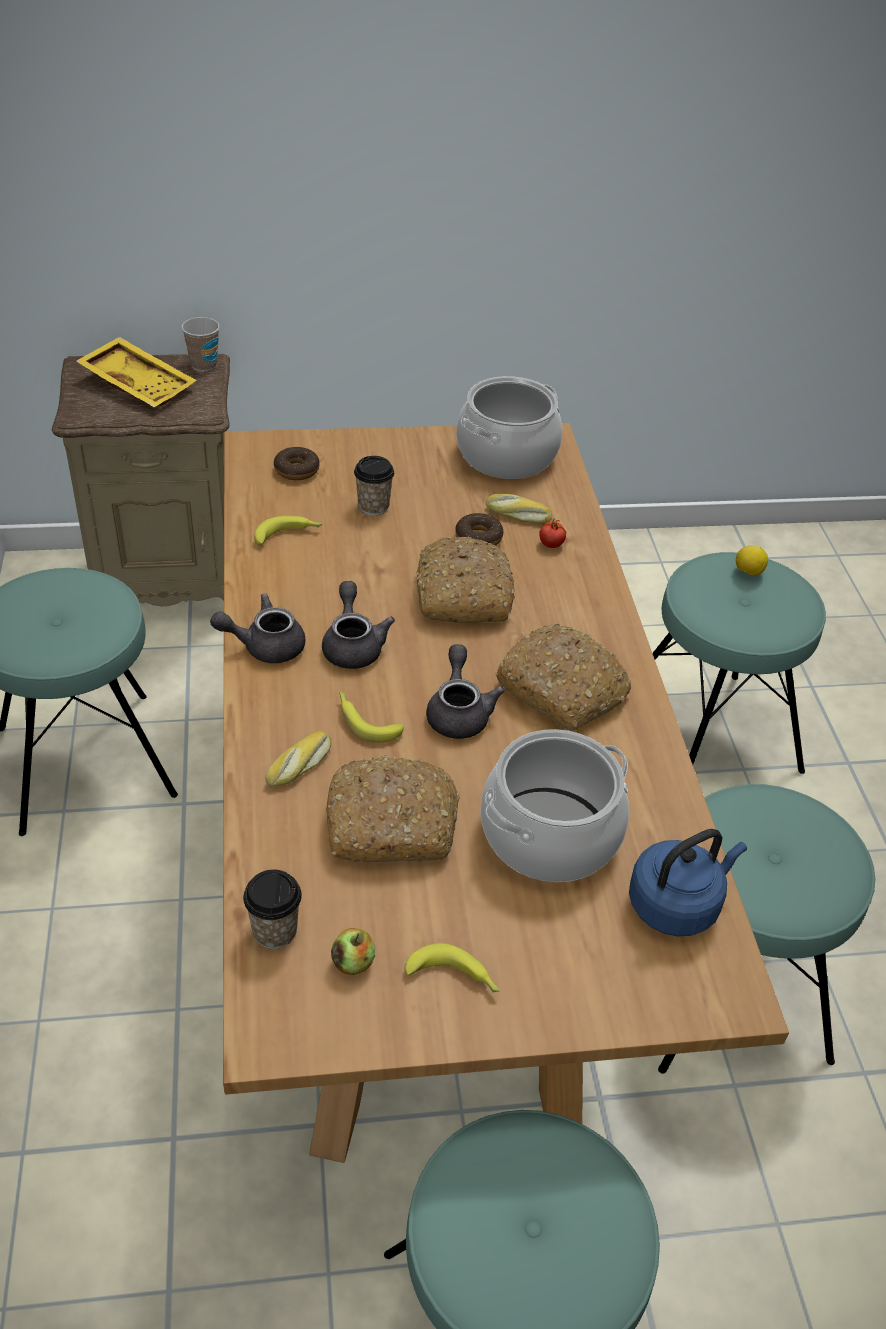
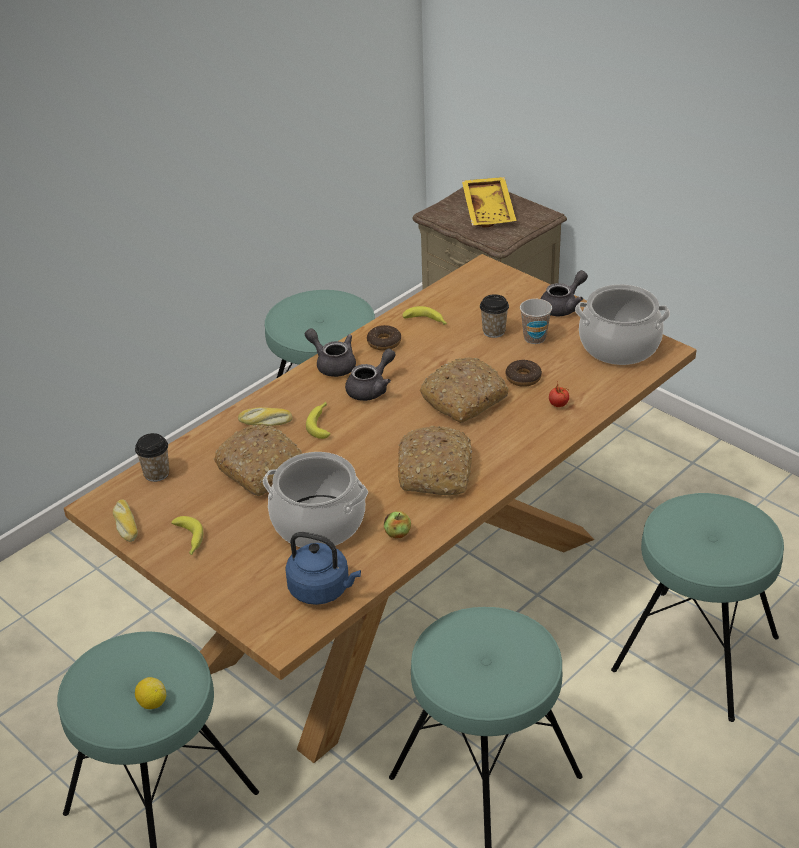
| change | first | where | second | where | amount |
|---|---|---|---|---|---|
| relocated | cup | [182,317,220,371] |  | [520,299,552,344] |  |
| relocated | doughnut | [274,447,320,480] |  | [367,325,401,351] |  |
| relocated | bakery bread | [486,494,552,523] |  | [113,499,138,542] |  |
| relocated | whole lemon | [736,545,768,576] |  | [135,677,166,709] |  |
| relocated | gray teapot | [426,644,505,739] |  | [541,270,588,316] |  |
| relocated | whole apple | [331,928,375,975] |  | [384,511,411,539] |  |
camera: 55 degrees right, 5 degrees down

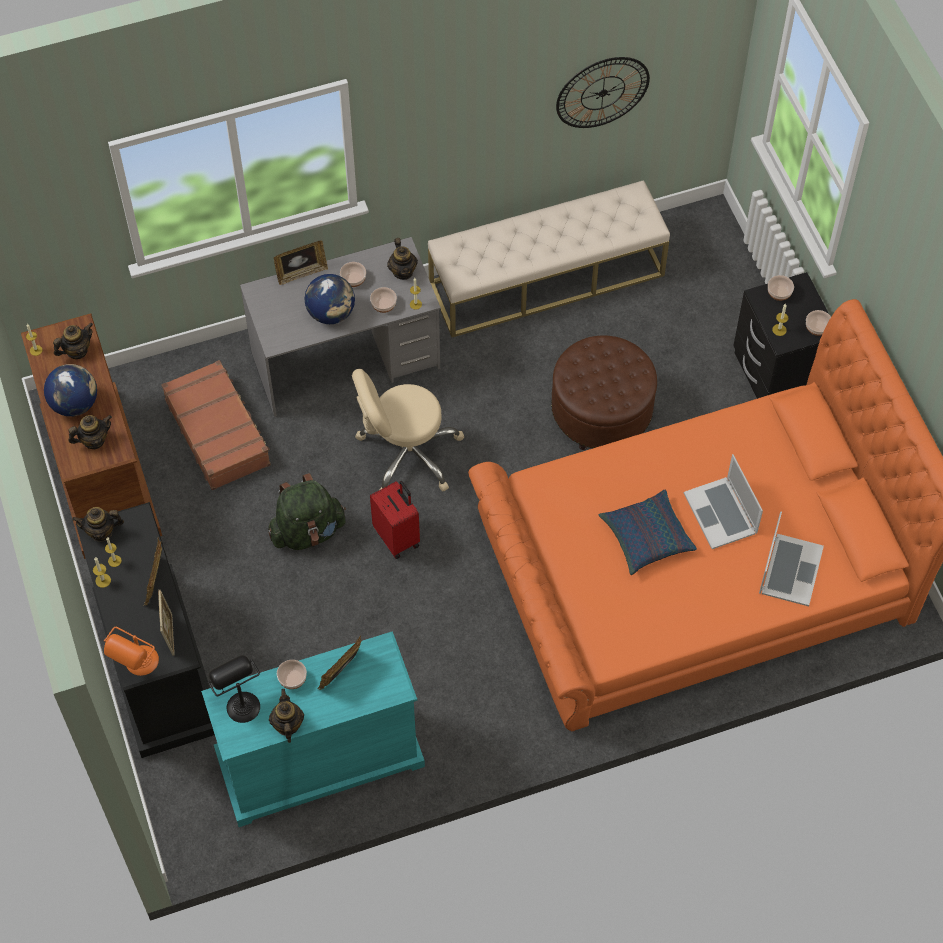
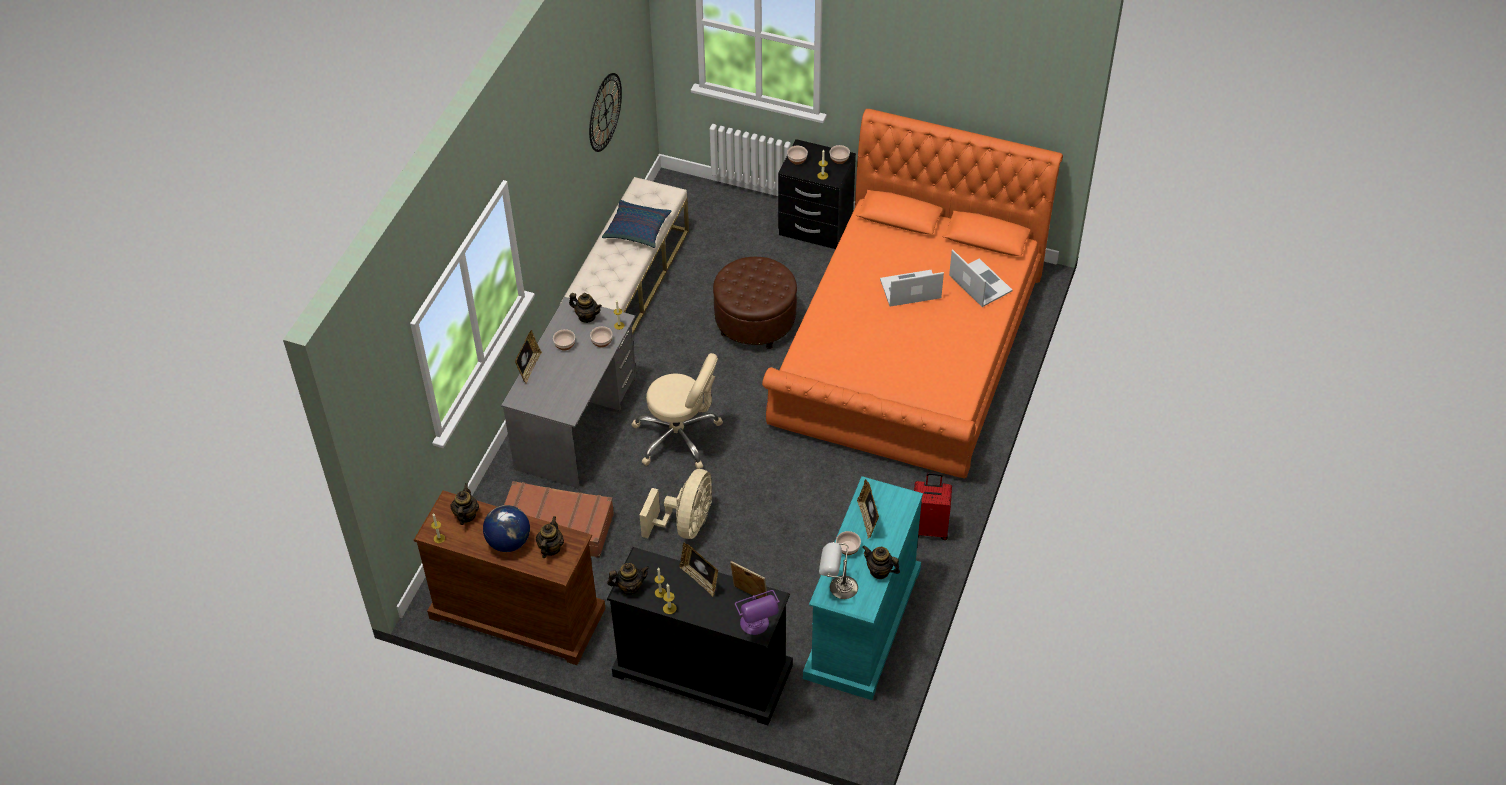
| change | first | where | second | where | amount |
|---|---|---|---|---|---|
| missing | desk globe | [305,274,355,324] |  |  |  |
| spun | beige-coloured desk chair | [352,369,464,491] |  | [631,353,723,469] | 90 degrees counterclockwise |
| spun | laptop | [684,454,763,549] |  | [880,270,944,307] | 150 degrees clockwise |
| exchanged | green rucksack | [268,473,346,550] | beige-coloured cooling fan | [640,469,712,539] |  |
| relocated | red-coloured travel case | [370,481,420,559] |  | [914,472,952,540] |  |
| relocated | bluish cushion | [599,490,697,575] |  | [602,200,671,248] |  |
| spun | teapot | [72,507,124,542] |  | [607,563,649,595] | 135 degrees counterclockwise |
| colour | orange-coloured table lamp | [104,627,159,676] | purplish table lamp | [735,590,780,635] |  |
| colour | black table lamp | [207,655,260,723] | white-coloured table lamp | [819,542,858,599] |  |
camera: 50 degrees left, 10 degrees down

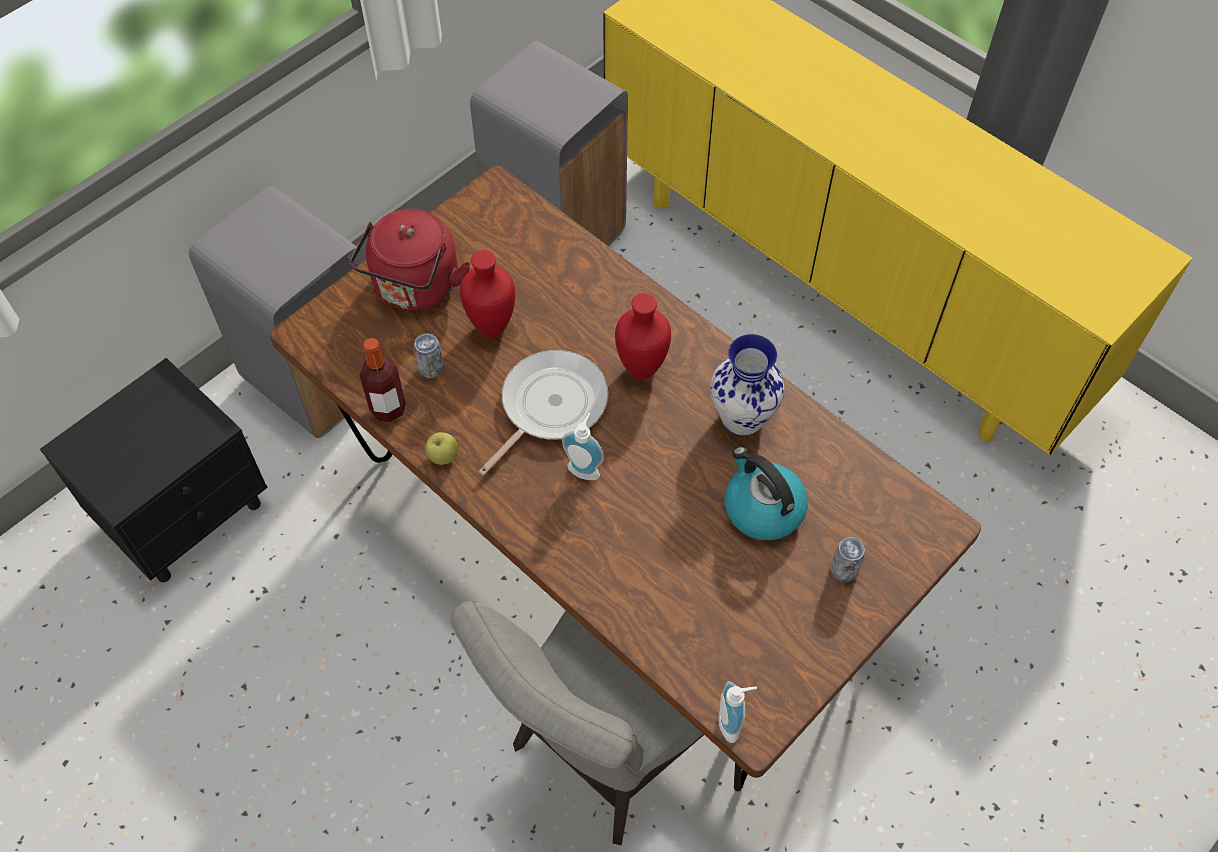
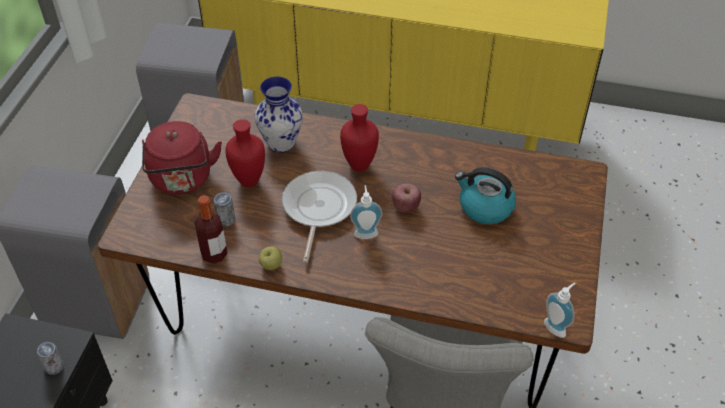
| change | first | where | second | where | amount |
|---|---|---|---|---|---|
| relocated | flower vase | [710,334,785,436] |  | [254,77,303,153] |  |
| relocated | can | [830,537,865,582] |  | [37,342,64,375] |  |
| appeared |  |  | whole apple | [392,183,421,213] |  |
camera: 30 degrees left, 10 degrees down

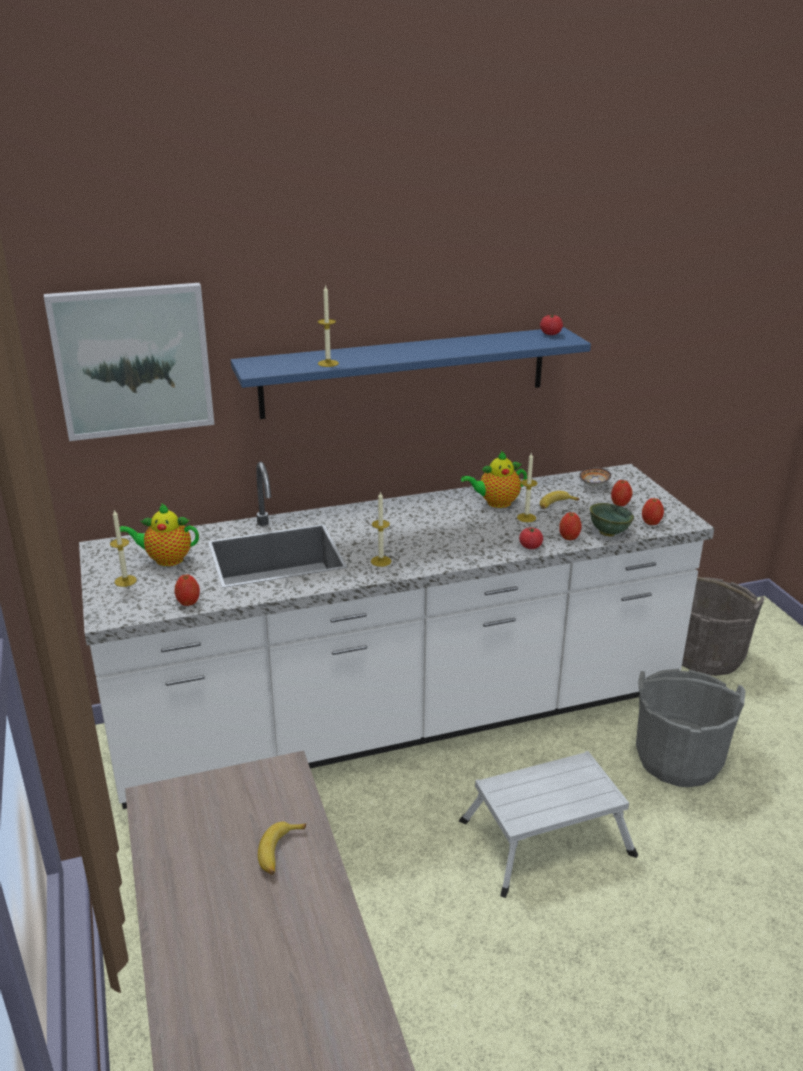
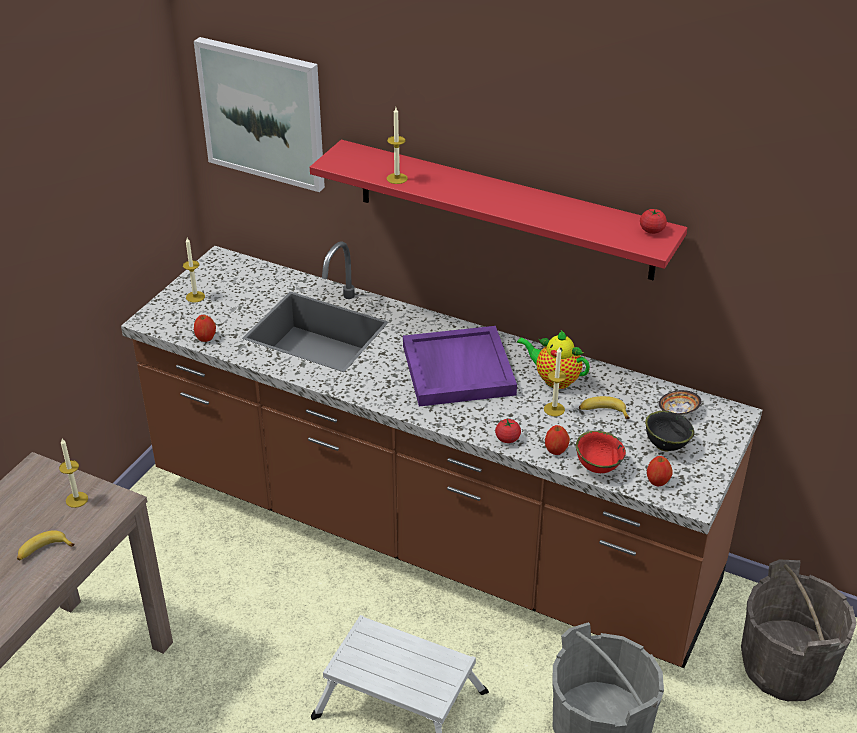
| change | first | where | second | where | amount |
|---|---|---|---|---|---|
| colour | bluish shelf | [231,327,591,419] | red-coloured shelf | [310,140,687,280] |  |
| colour | white-coloured kitchen counter | [79,462,714,809] | brown-coloured kitchen counter | [121,241,762,668] |  |
| exchanged | whole apple | [611,480,633,506] | black bowl | [645,411,694,452] |  |
| relocated | wax candle | [371,491,391,567] |  | [59,439,88,508] |  |
| missing | teapot | [120,503,199,566] |  |  |  |
| colour | green bowl | [590,503,634,537] | red-coloured bowl | [576,431,626,473] |  |
| appeared |  |  | purplish carrying tray | [403,326,517,407] |  |
camera: 45 degrees right, 10 degrees up

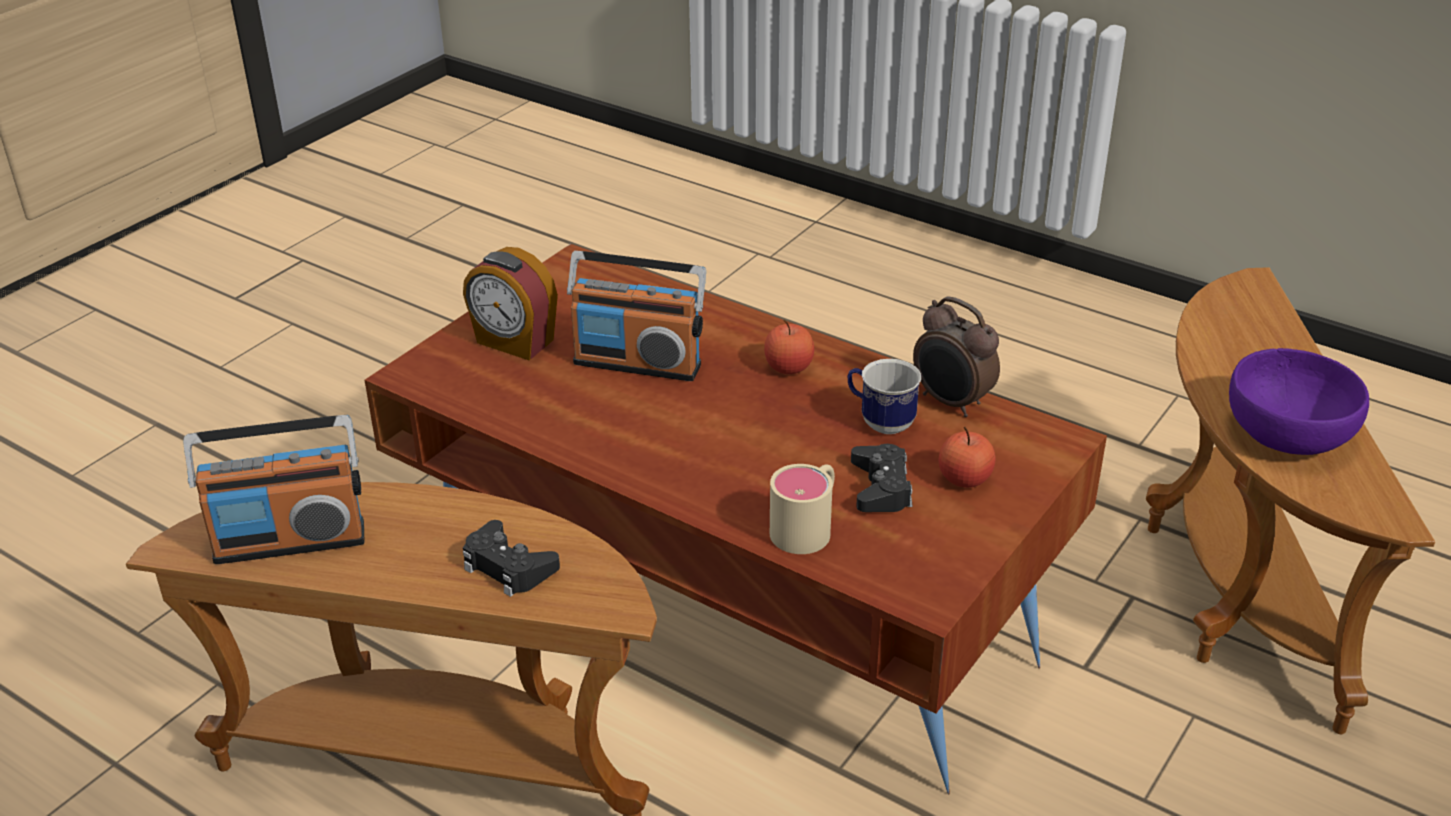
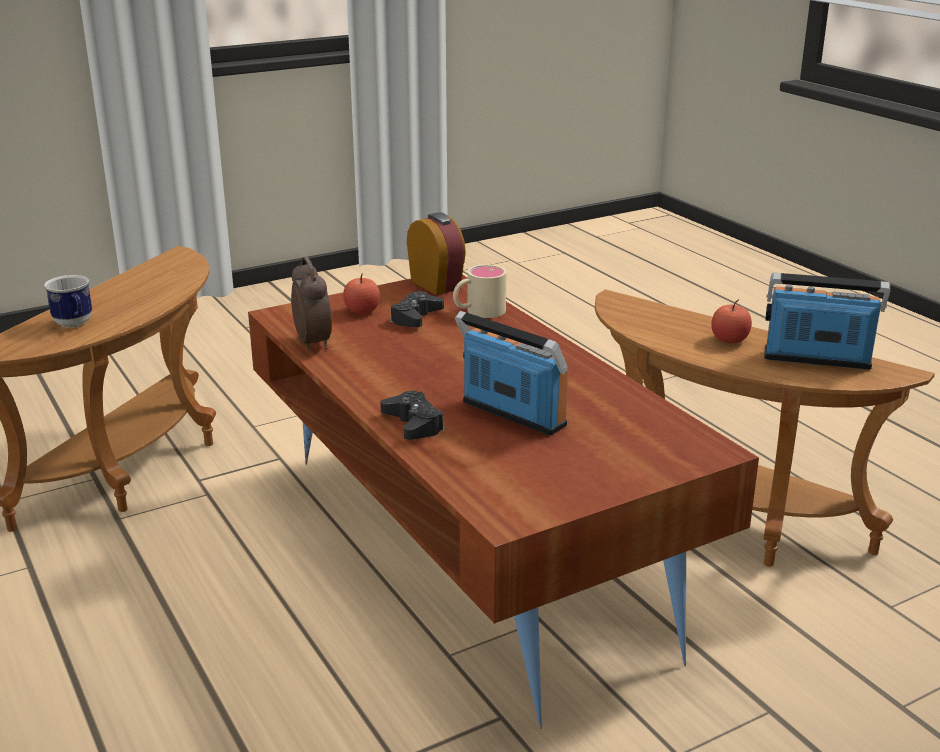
| change | first | where | second | where | amount |
|---|---|---|---|---|---|
| relocated | bedside clock | [463,247,558,360] |  | [407,212,466,295] |  |
| relocated | whole apple | [764,320,814,374] |  | [711,299,752,343] |  |
| missing | purplish bowl | [1229,348,1369,455] |  |  |  |
| relocated | mug | [847,359,921,434] |  | [44,275,92,328] |  |
| relocated | black game controller | [463,520,560,597] |  | [380,391,445,440] |  |
camera: 155 degrees left, 10 degrees down

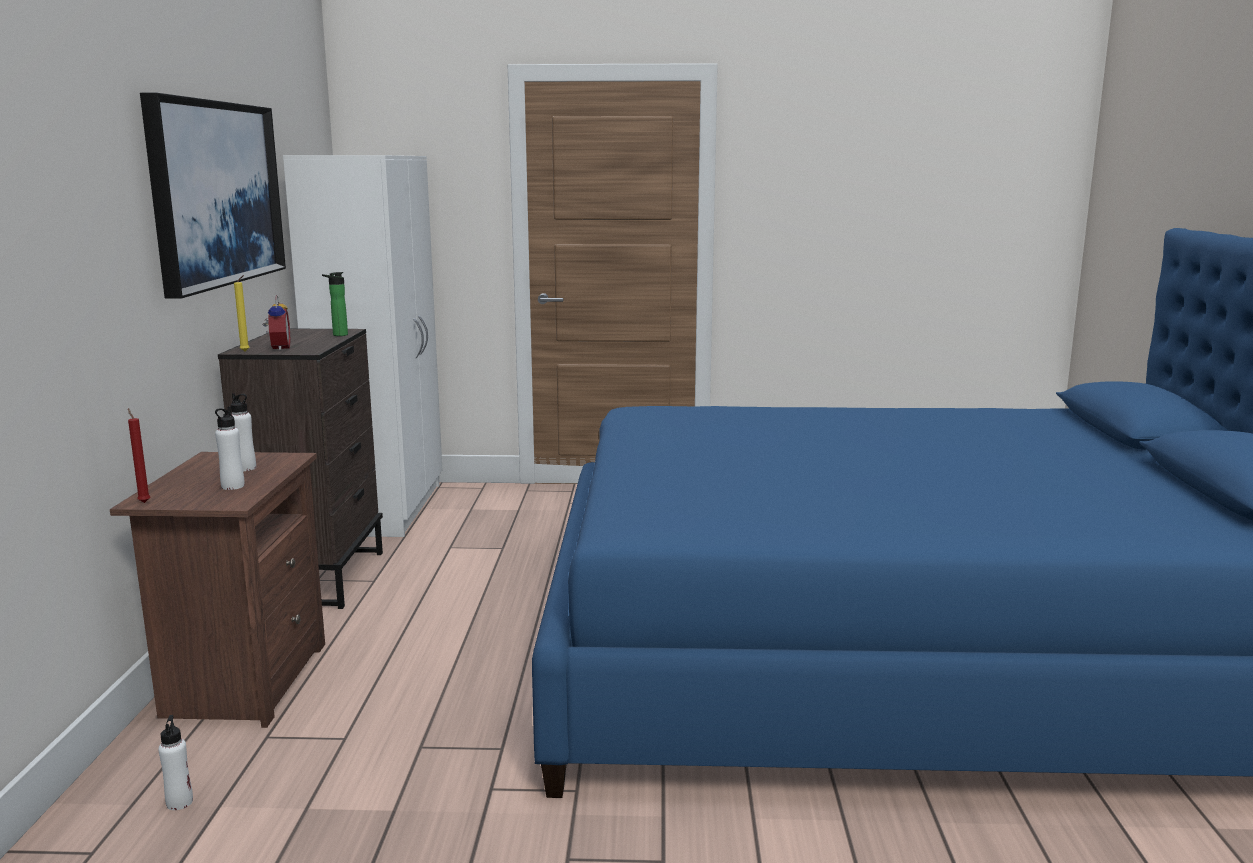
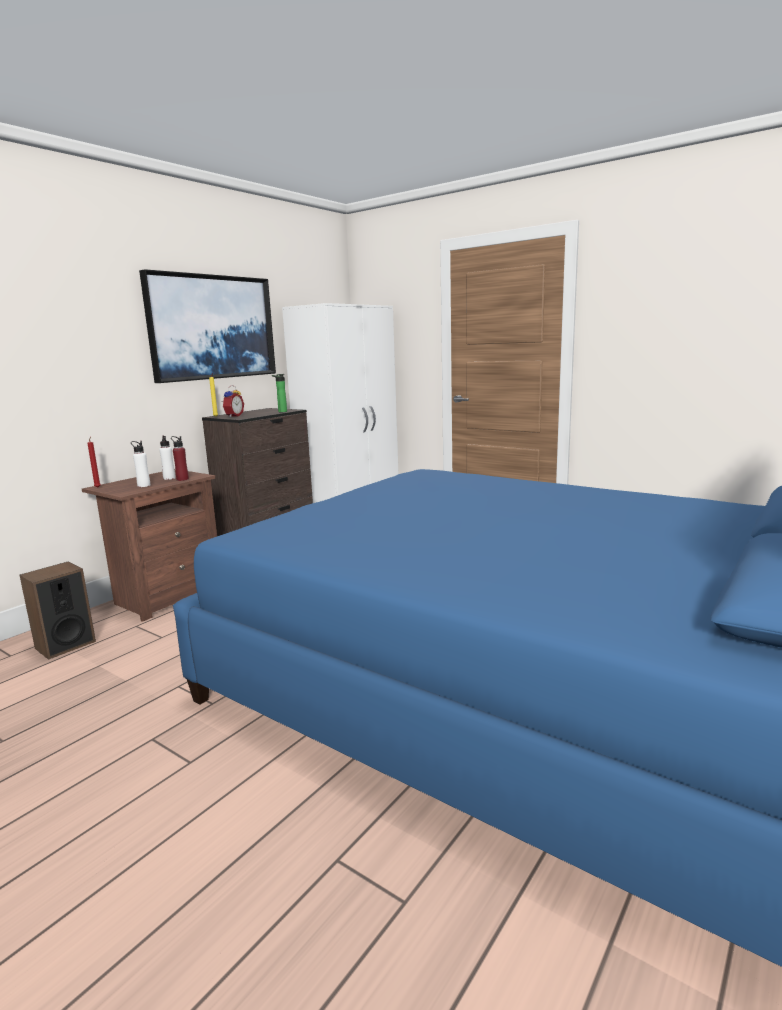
| change | first | where | second | where | amount |
|---|---|---|---|---|---|
| exchanged | white-coloured drink bottle | [158,715,193,810] | audio speaker | [20,561,96,660] |  |
| appeared |  |  | red-coloured drink bottle | [171,436,189,481] |  |
camera: 35 degrees right, 0 degrees up

